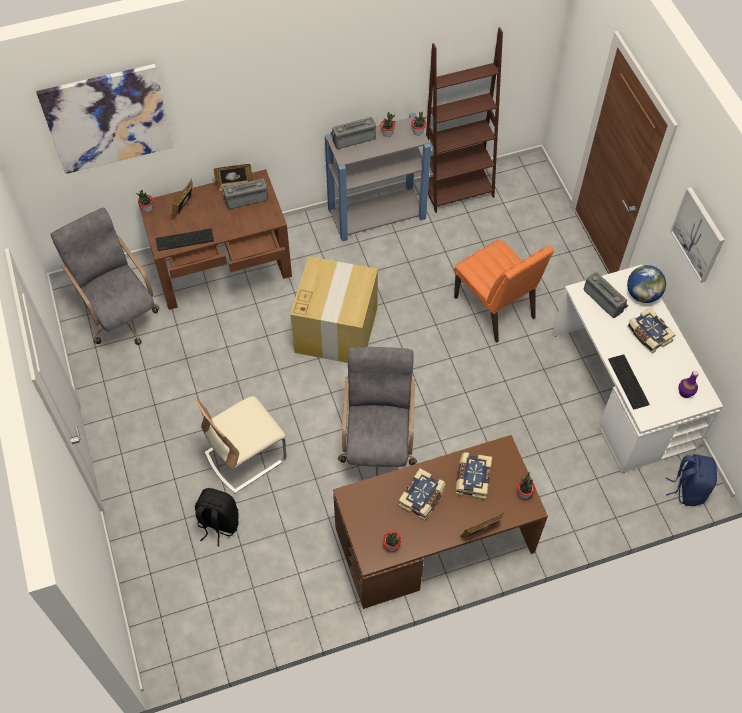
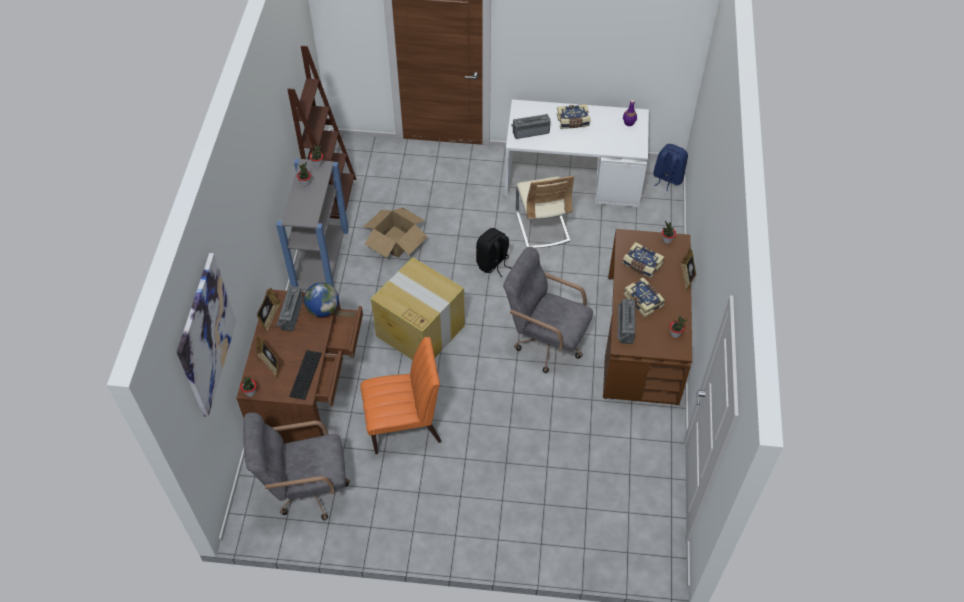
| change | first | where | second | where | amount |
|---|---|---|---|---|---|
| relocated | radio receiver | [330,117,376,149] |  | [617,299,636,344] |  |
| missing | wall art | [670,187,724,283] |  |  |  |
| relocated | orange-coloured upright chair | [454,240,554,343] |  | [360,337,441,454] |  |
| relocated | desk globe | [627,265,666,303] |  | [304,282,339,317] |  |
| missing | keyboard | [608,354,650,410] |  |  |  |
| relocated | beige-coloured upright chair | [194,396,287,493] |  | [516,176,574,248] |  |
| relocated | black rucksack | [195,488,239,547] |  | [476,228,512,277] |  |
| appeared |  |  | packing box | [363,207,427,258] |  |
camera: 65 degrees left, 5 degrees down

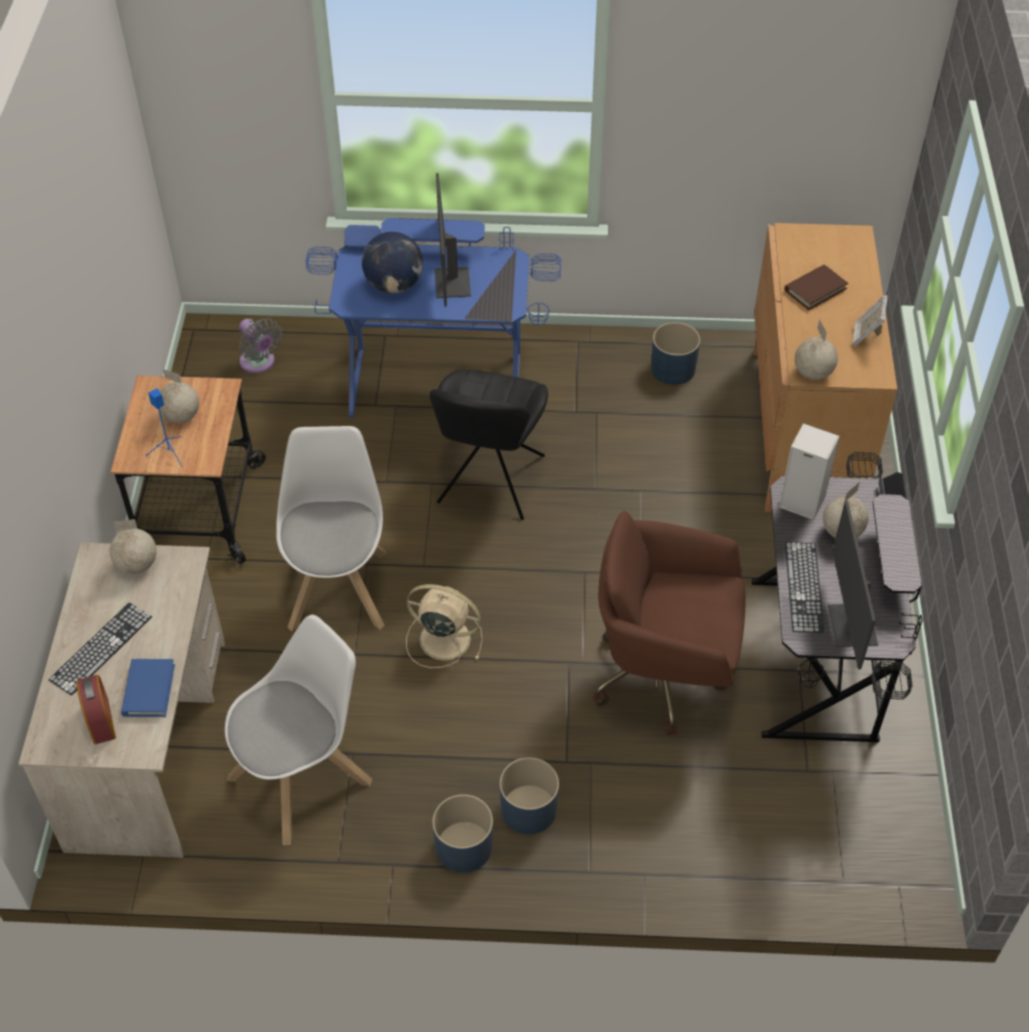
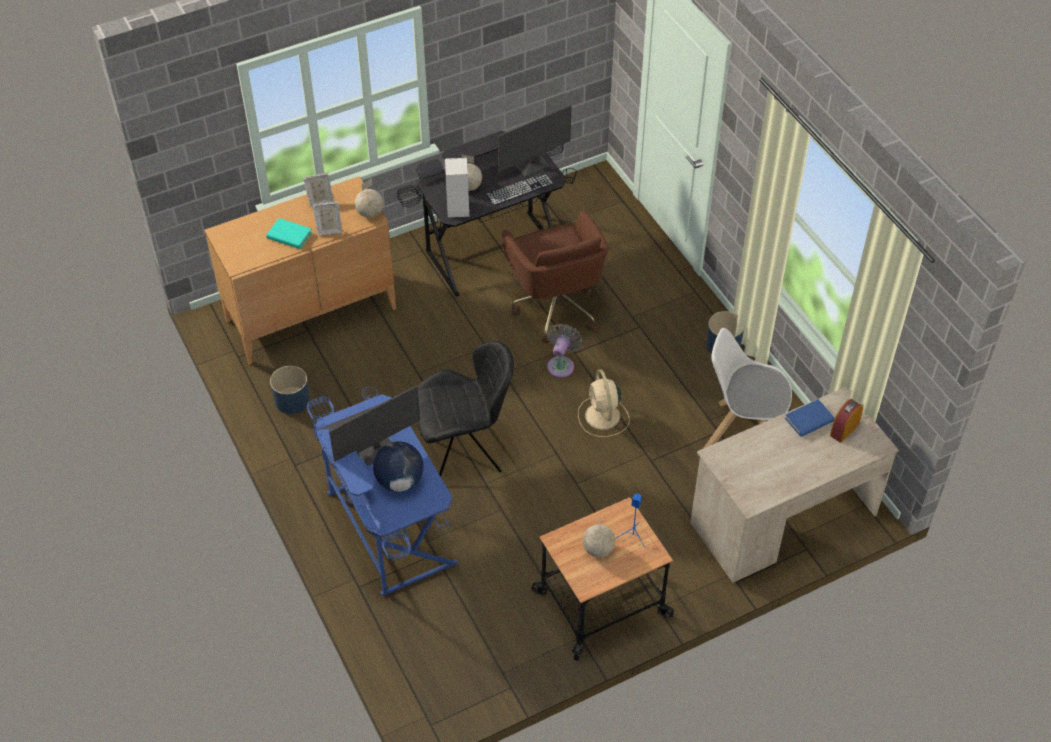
| change | first | where | second | where | amount |
|---|---|---|---|---|---|
| colour | brown-coloured volume | [785,265,848,310] | turquoise-coloured volume | [266,218,312,249] |  |
| relocated | gray cooling fan | [239,318,282,373] |  | [547,323,583,378] |  |
| missing | upright chair | [276,426,387,632] |  |  |  |
| missing | desk globe | [110,519,157,574] |  |  |  |
| missing | keyboard | [48,603,152,695] |  |  |  |
| missing | bluish plant pot | [500,757,559,834] |  |  |  |
| appeared |  |  | picture frame | [313,202,342,236] |  |
camera: 120 degrees left, 0 degrees up

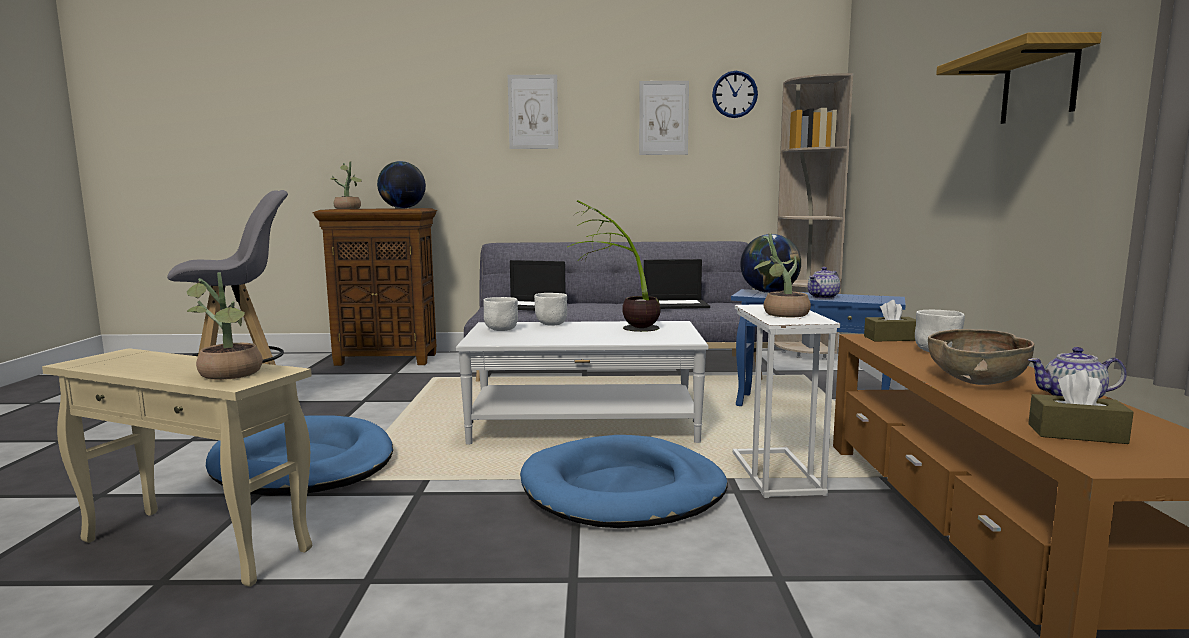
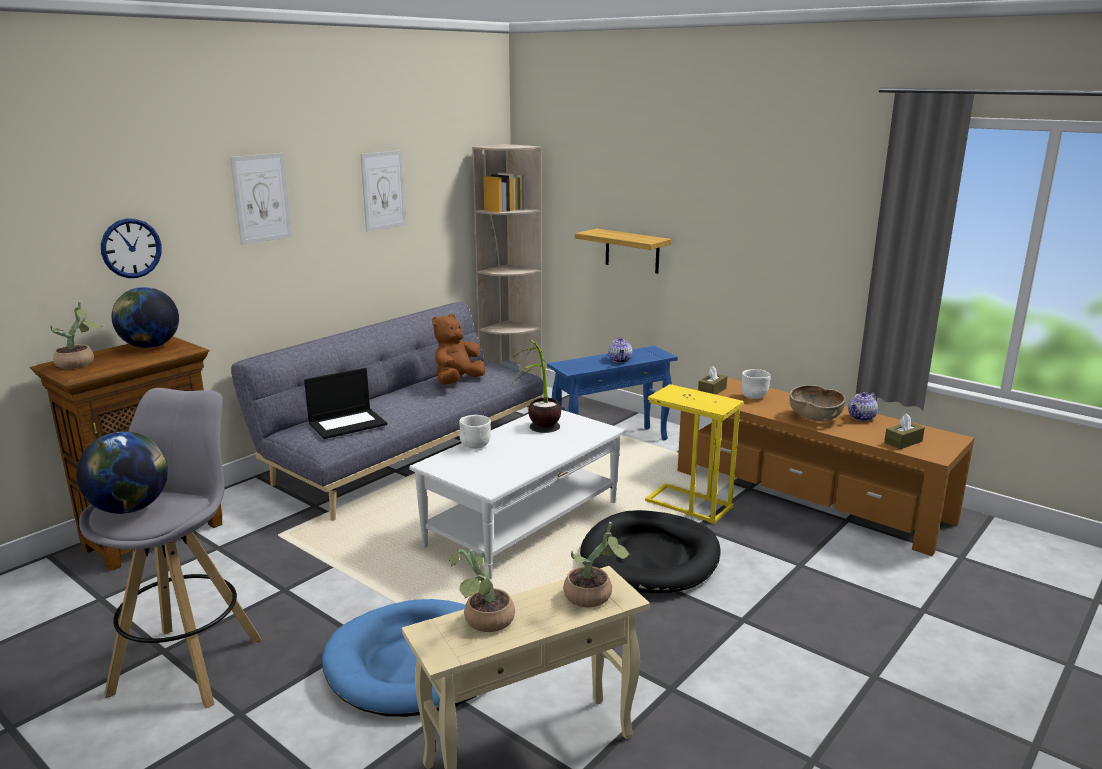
| change | first | where | second | where | amount |
|---|---|---|---|---|---|
| relocated | shelf | [936,32,1102,124] |  | [575,229,671,274] |  |
| relocated | clock on the wall | [712,71,758,118] |  | [101,218,162,278] |  |
| relocated | potted plant | [754,233,811,317] |  | [449,549,515,632] |  |
| relocated | desk globe | [740,234,801,293] |  | [76,431,168,514] |  |
| exchanged | laptop | [644,259,710,309] | brown-coloured cuddly toy | [432,313,486,385] |  |
| missing | white-coloured bowl | [483,297,518,331] |  |  |  |
| colour | white-coloured end table | [733,304,840,498] | yellow-coloured end table | [645,384,744,524] |  |
| colour | bluish dog cushion | [520,435,728,528] | black dog cushion | [580,510,721,593] |  |
camera: 50 degrees left, 10 degrees up

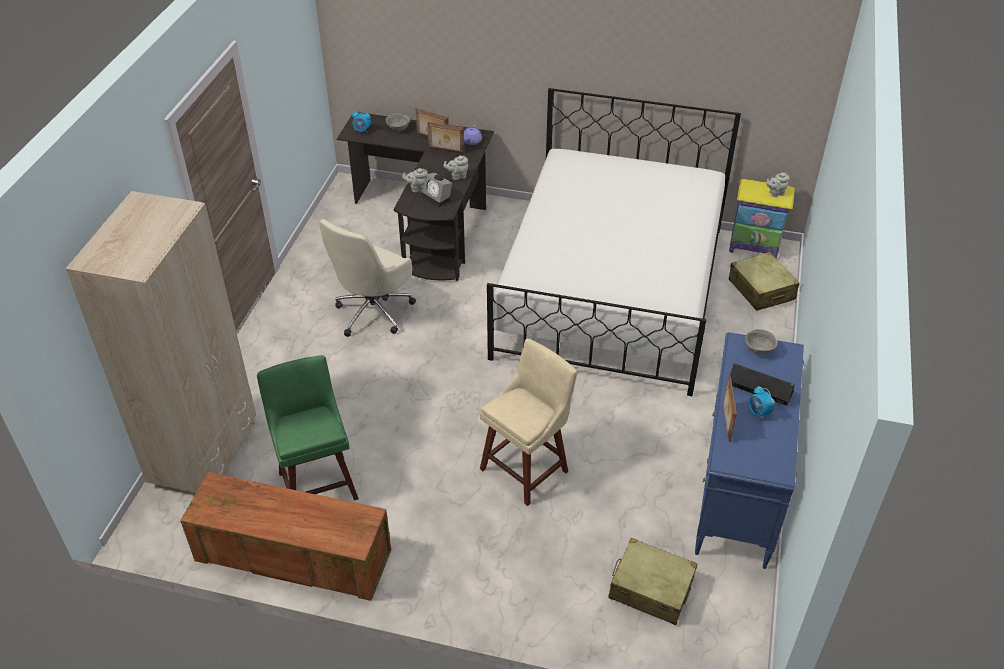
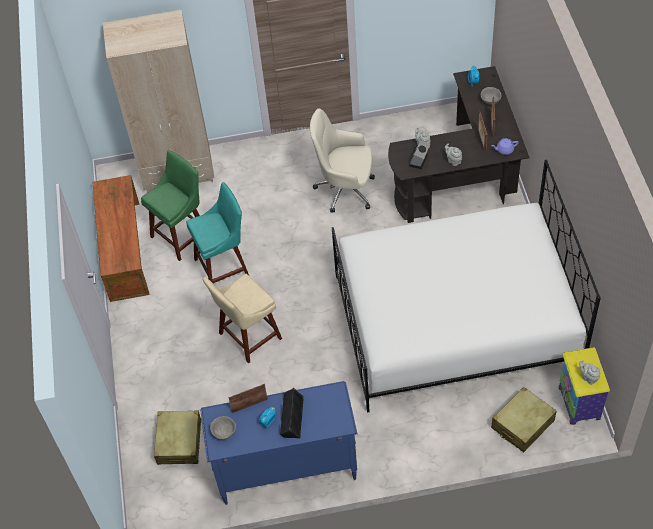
| change | first | where | second | where | amount |
|---|---|---|---|---|---|
| relocated | gray bowl | [745,329,777,355] |  | [210,416,236,440] |  |
| spun | beige-coloured upright chair | [480,338,577,506] |  | [203,274,282,364] | 120 degrees clockwise |
| appeared |  |  | turquoise-coloured upright chair | [186,182,249,283] |  |
camera: 70 degrees right, 10 degrees up

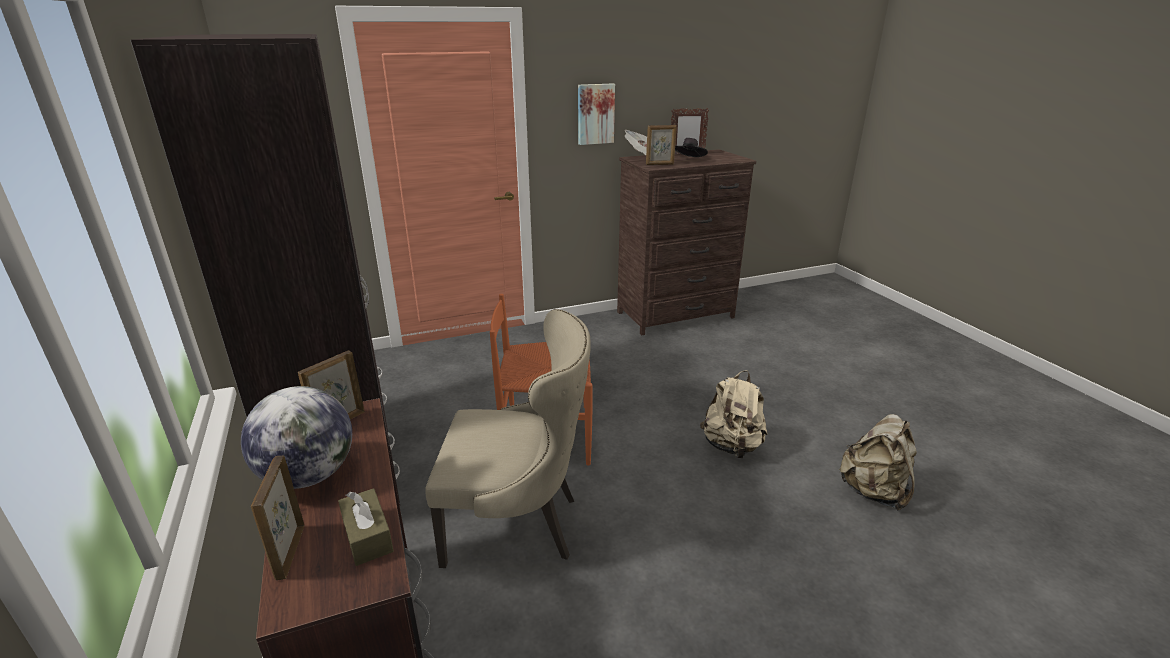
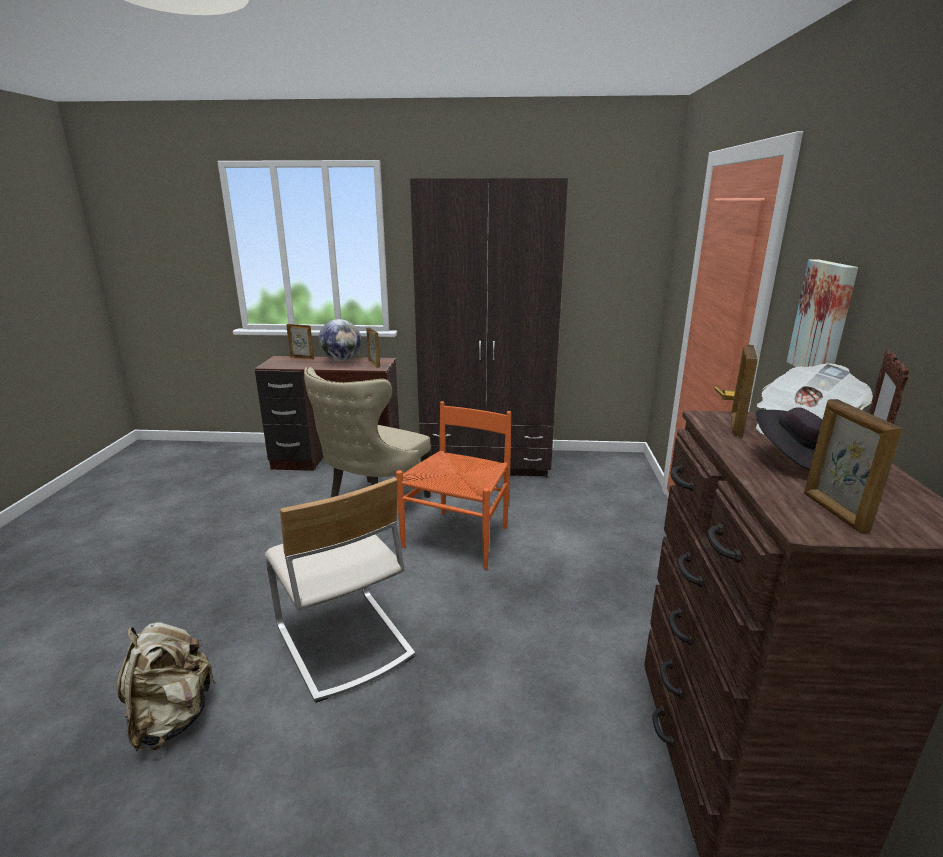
| change | first | where | second | where | amount |
|---|---|---|---|---|---|
| exchanged | beige-coloured rucksack | [700,370,768,458] | beige-coloured upright chair | [265,477,415,703] |  |
| missing | brown-coloured box of tissues | [338,488,394,566] |  |  |  |
| appeared |  |  | picture frame | [804,399,902,533] |  |
camera: 115 degrees right, 5 degrees down

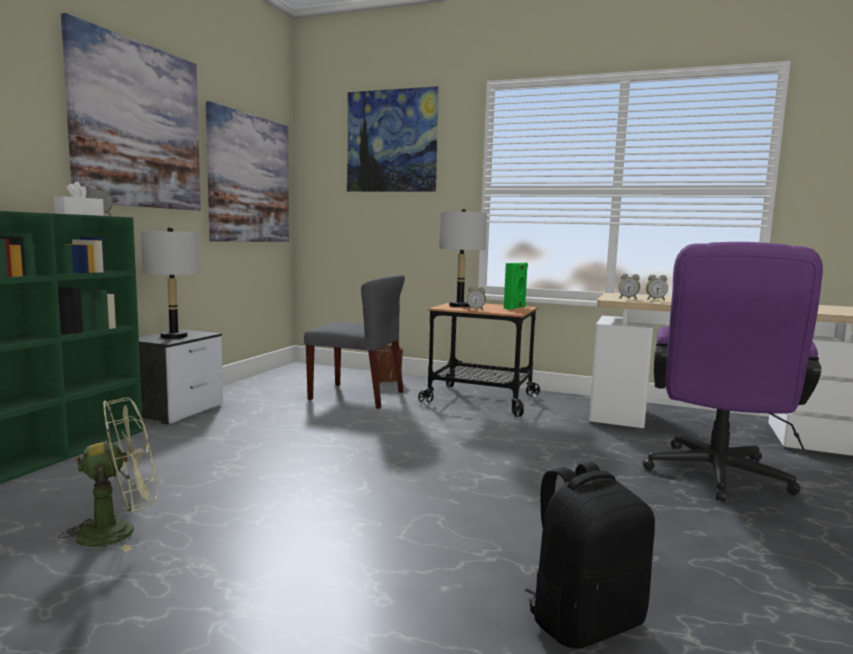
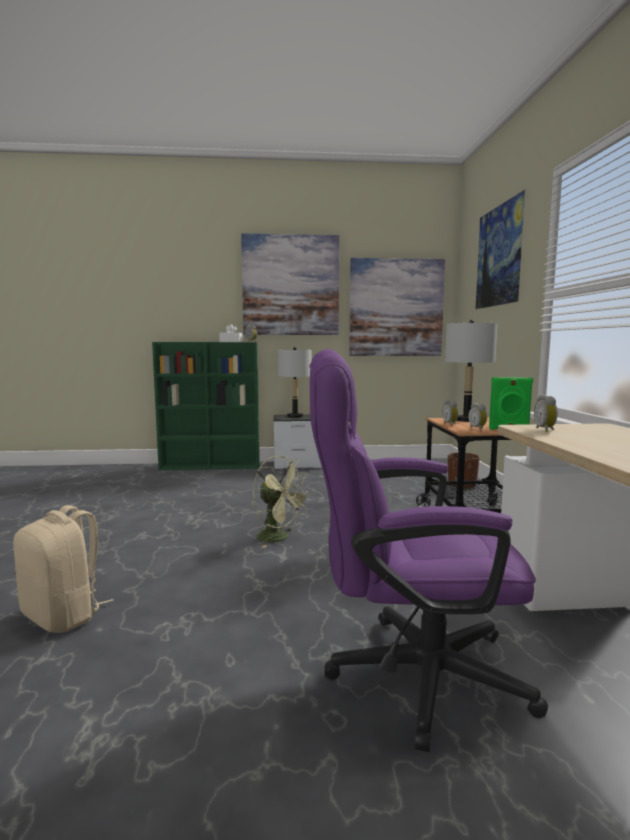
| change | first | where | second | where | amount |
|---|---|---|---|---|---|
| missing | gray upright chair | [304,274,405,409] |  |  |  |
| relocated | bedside clock | [646,275,668,301] |  | [468,403,487,430] |  |
| relocated | green cooling fan | [58,397,157,552] |  | [253,456,311,548] |  |
| colour | black rucksack | [525,461,655,648] | beige-coloured rucksack | [13,505,114,633] |  |
camera: 65 degrees right, 0 degrees up

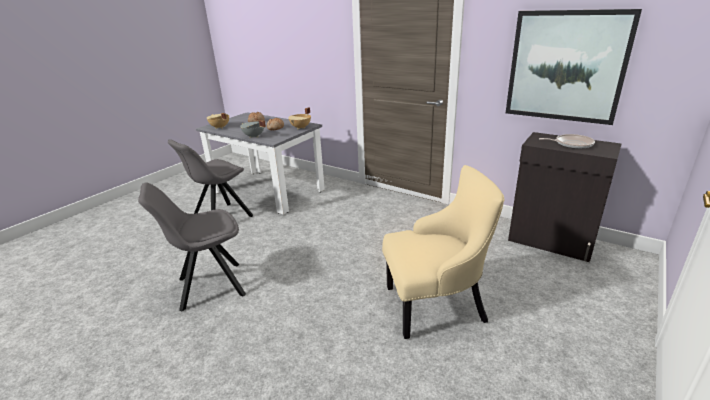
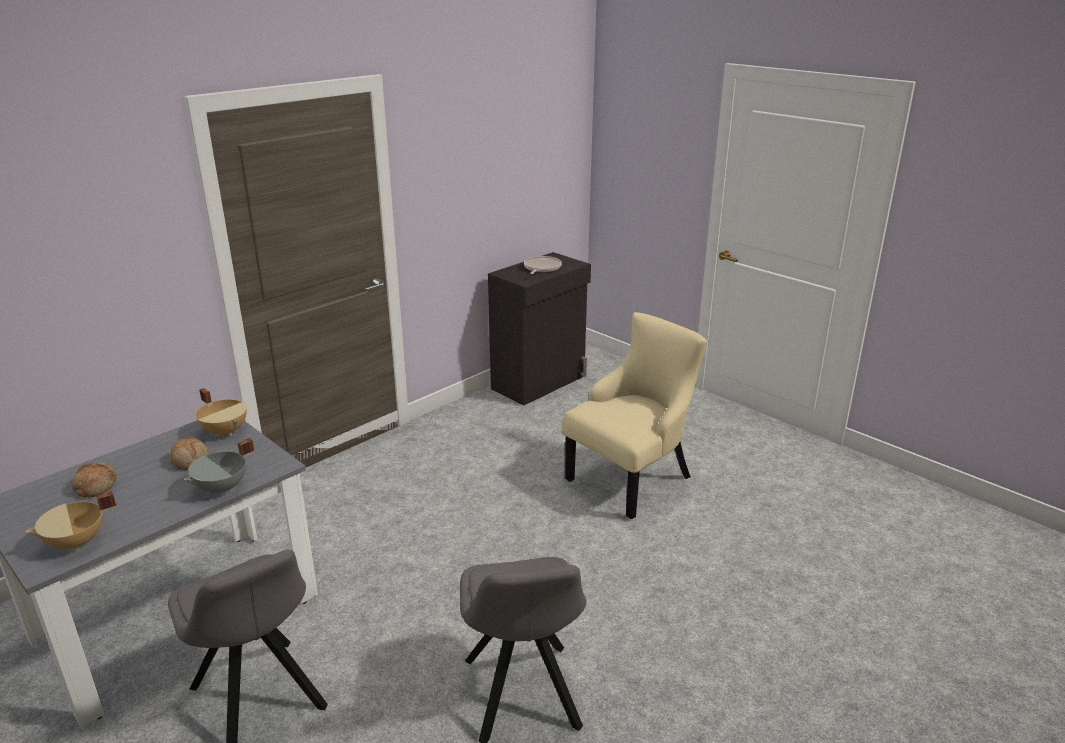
| change | first | where | second | where | amount |
|---|---|---|---|---|---|
| missing | wall art | [506,9,642,125] |  |  |  |
| spun | beige-coloured upright chair | [382,165,504,339] |  | [561,312,707,519] | 45 degrees clockwise |
camera: 80 degrees left, 0 degrees up

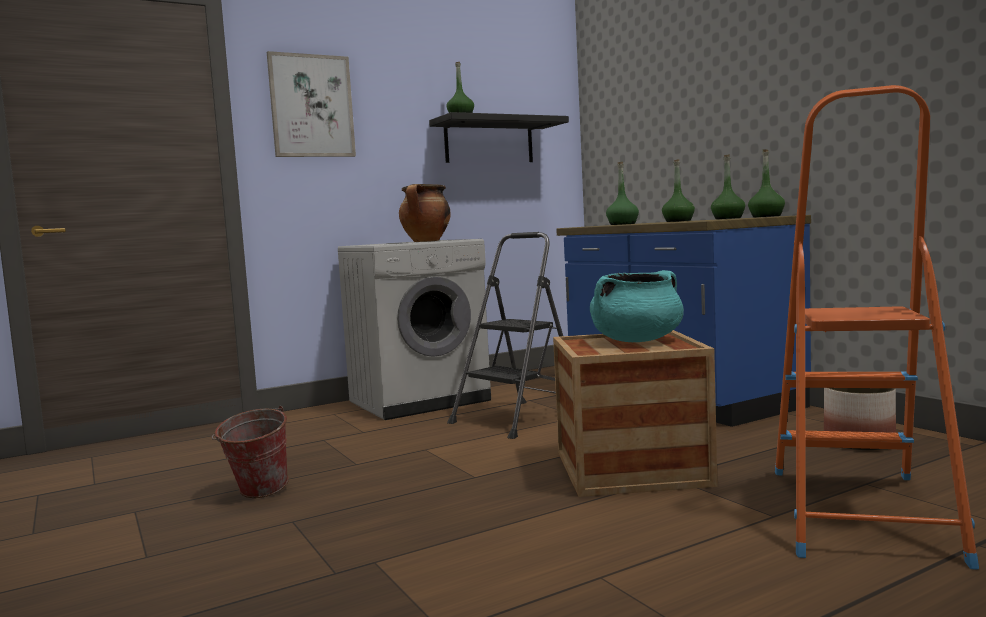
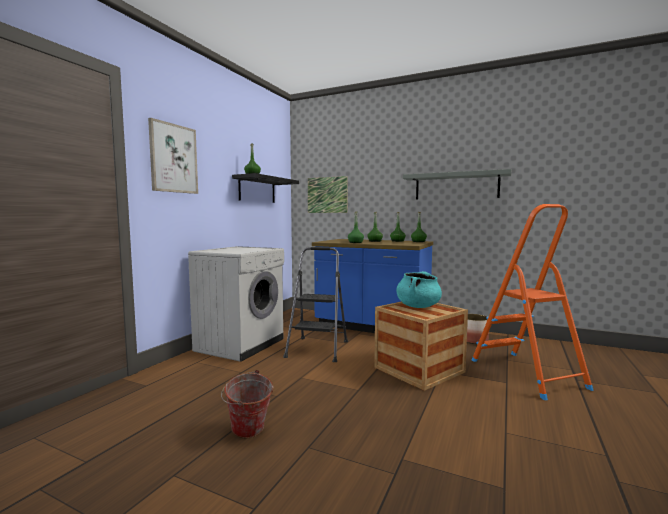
| change | first | where | second | where | amount |
|---|---|---|---|---|---|
| missing | stockpot | [399,184,451,242] |  |  |  |
| appeared |  |  | gray shelf | [403,169,511,200] |  |
| appeared |  |  | wall art | [308,176,348,213] |  |
camera: 35 degrees left, 0 degrees up

